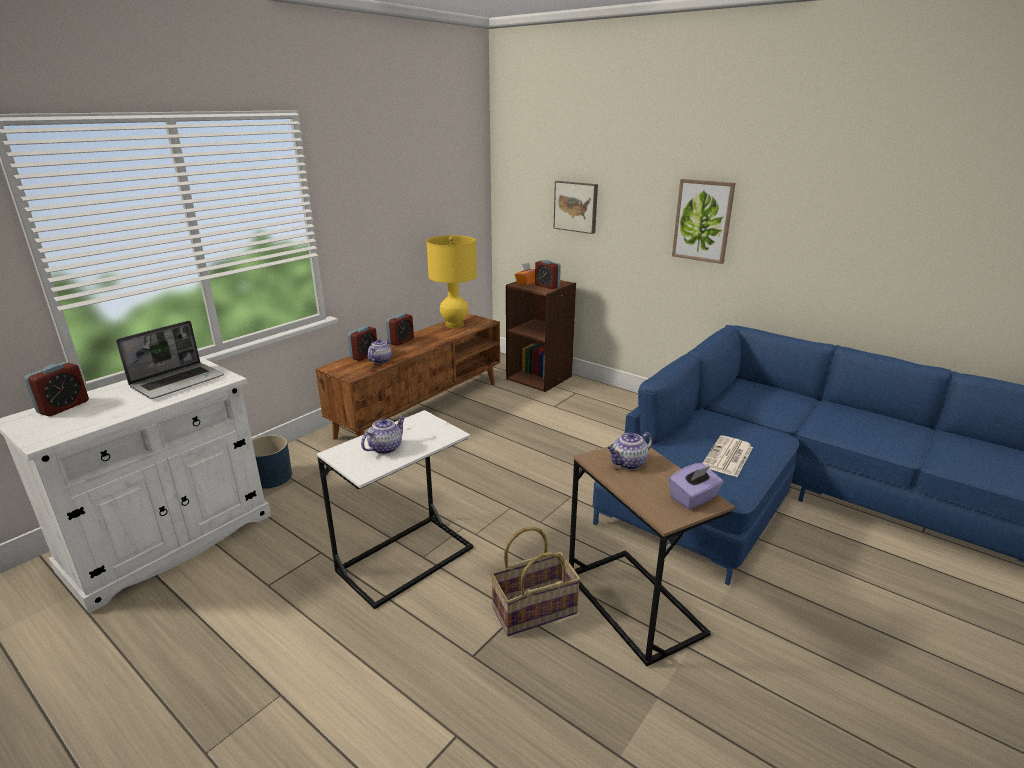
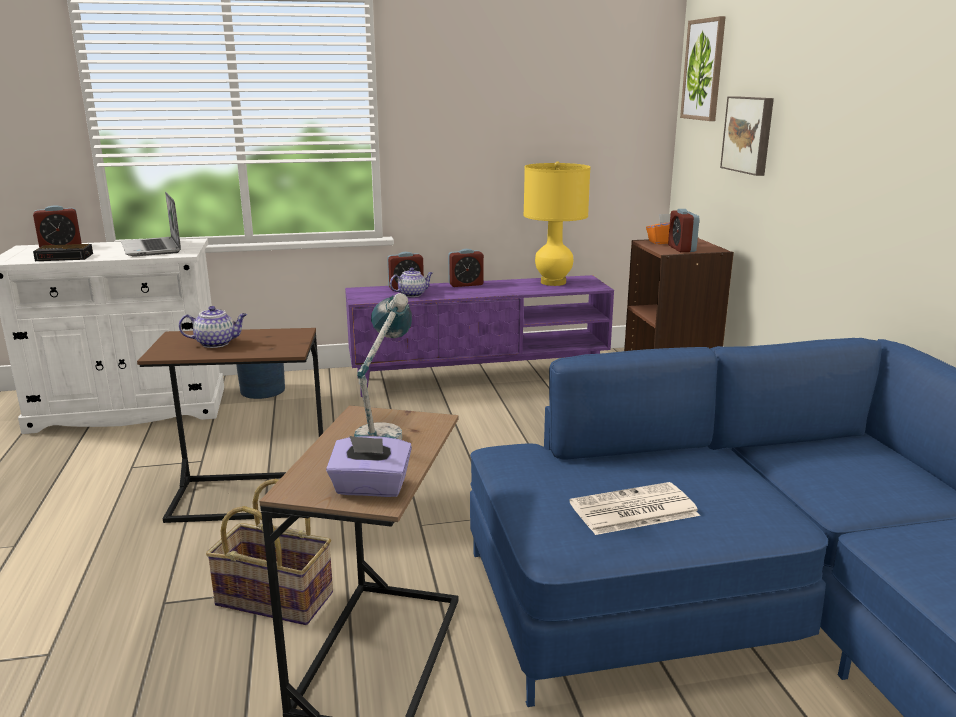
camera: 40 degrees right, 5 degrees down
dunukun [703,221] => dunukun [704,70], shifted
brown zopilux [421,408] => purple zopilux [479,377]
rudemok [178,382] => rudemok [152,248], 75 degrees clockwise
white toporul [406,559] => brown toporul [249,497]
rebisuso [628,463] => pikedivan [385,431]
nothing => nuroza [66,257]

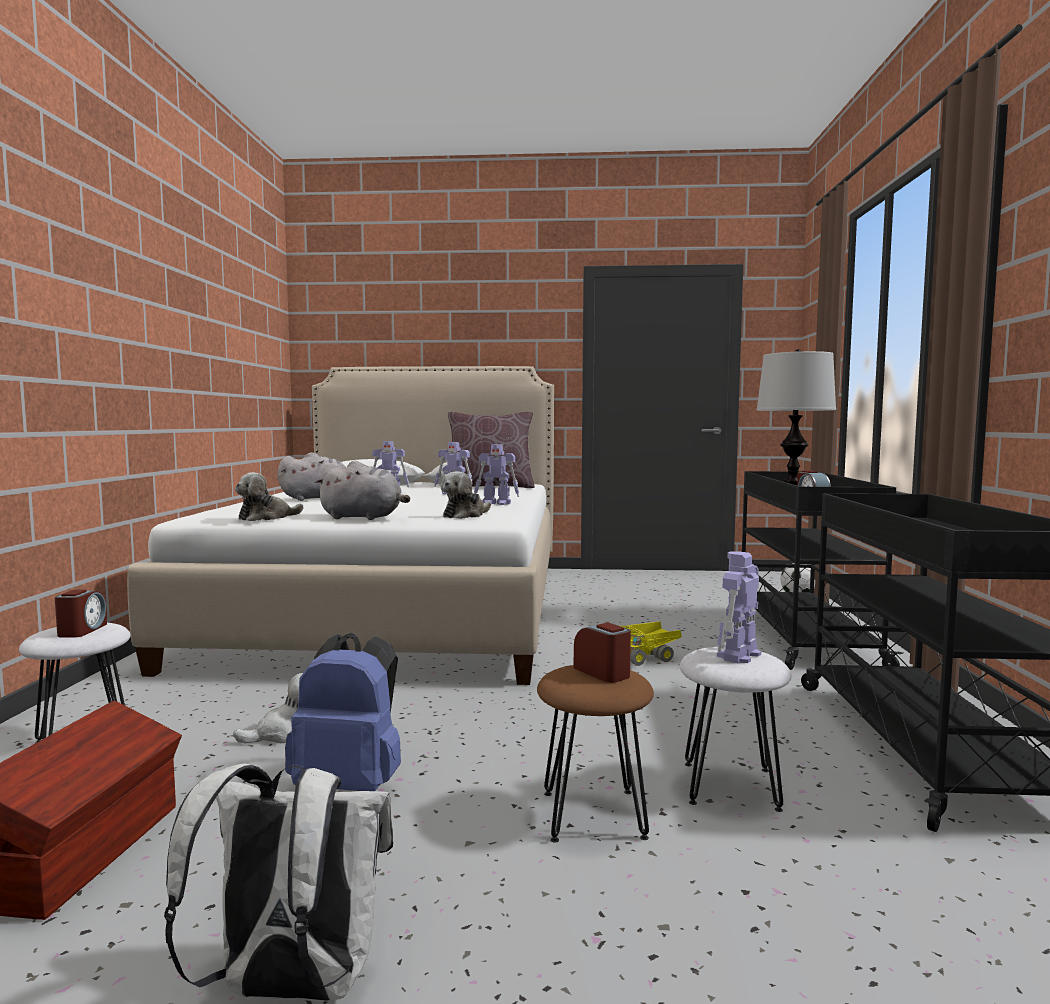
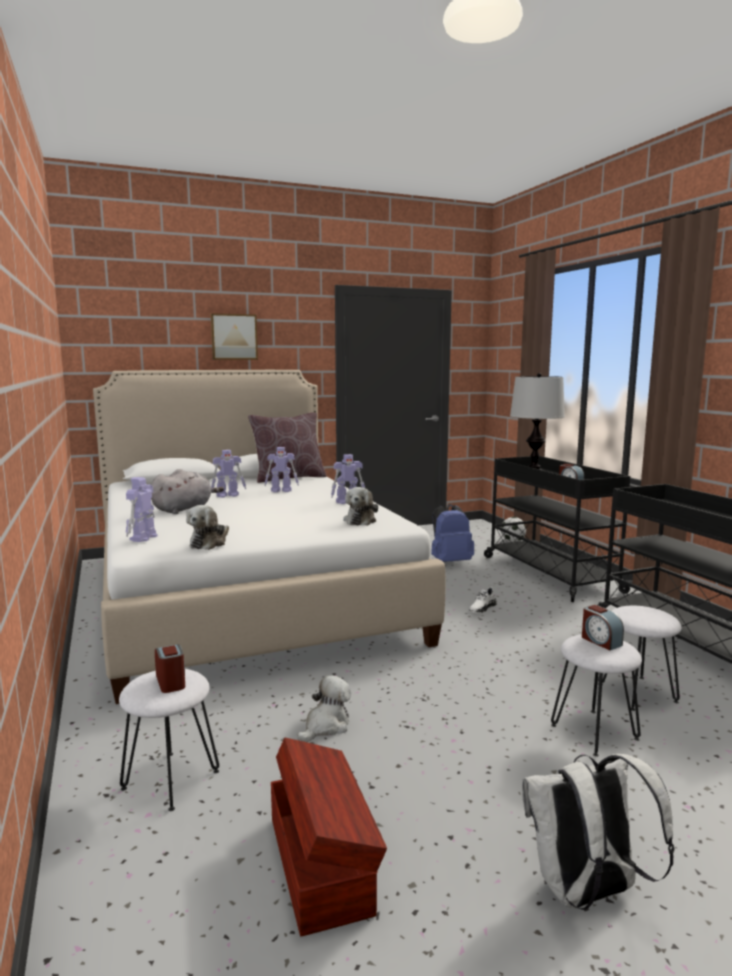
camera: 25 degrees left, 5 degrees up
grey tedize [364,518] => nothing
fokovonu [738,655] => fokovonu [143,538], shifted
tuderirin [646,658] => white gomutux [482,608]
nuroza [603,672] => nuroza [600,641], 150 degrees counterclockwise
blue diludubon [351,784] => blue diludubon [450,562], shifted
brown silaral [592,814] => white silaral [593,732]
nothing => dunukun [234,337]

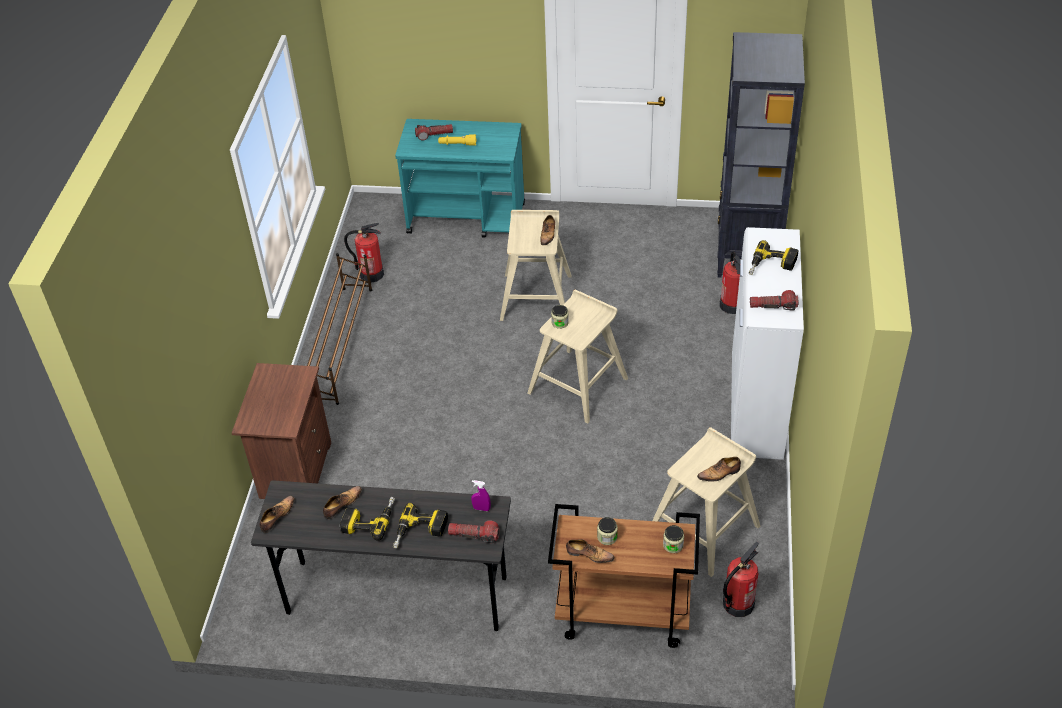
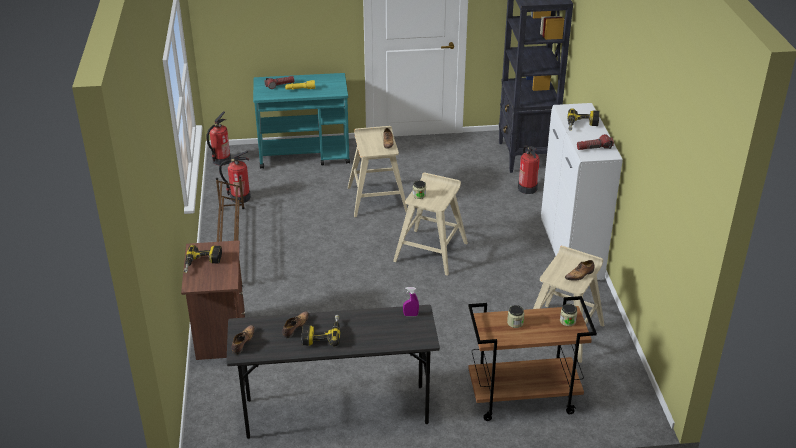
camera: 15 degrees left, 10 degrees down
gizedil [420,533] => gizedil [202,263], shifted
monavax [474,535] => nothing
gomutux [589,555] => nothing
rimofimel [737,604] => rimofimel [221,160], shifted

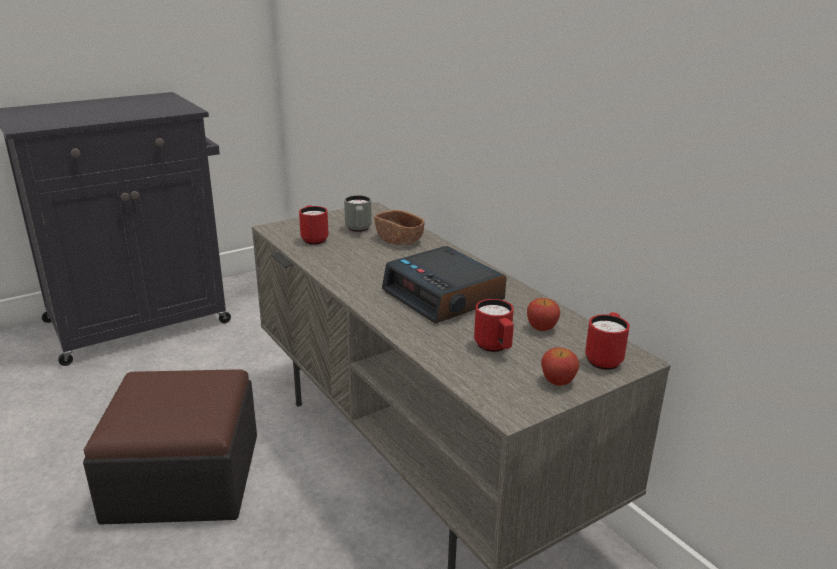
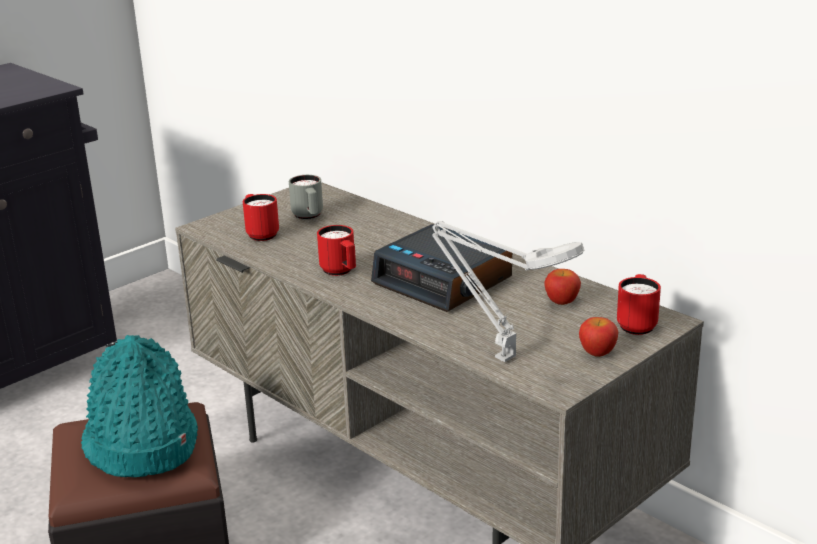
camera: 10 degrees left, 0 degrees up
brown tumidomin [399,240] => nothing
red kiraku [495,348] => red kiraku [340,272], shifted
nothing => grey pikedivan [500,356]
nothing => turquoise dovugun [140,444]

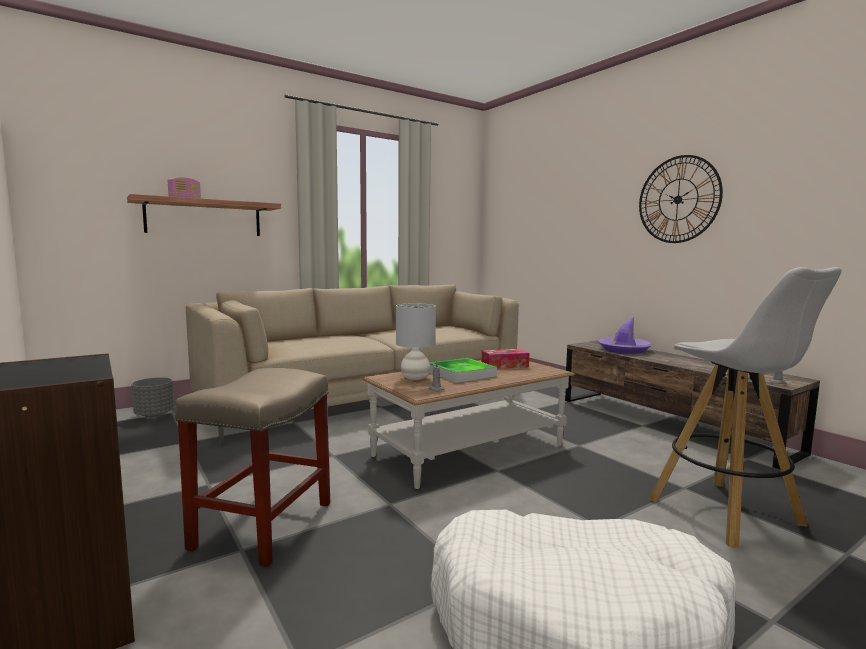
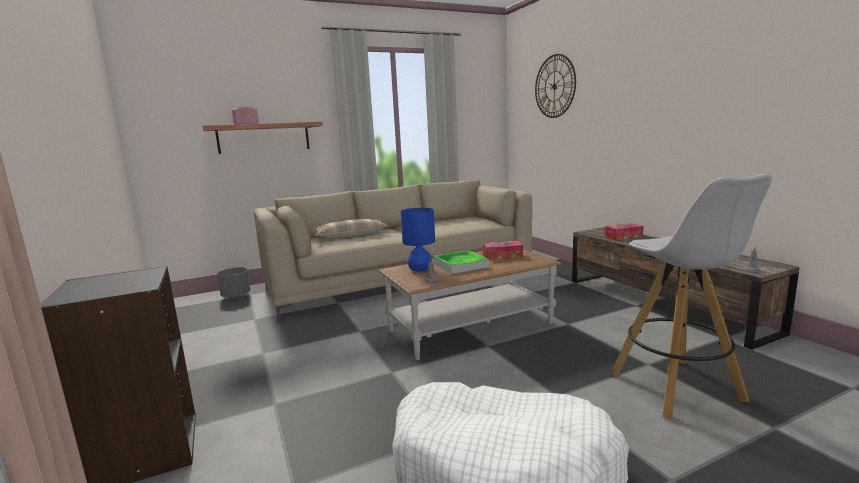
camera: 10 degrees right, 5 degrees up
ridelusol [678,199] => ridelusol [554,86], shifted
grey pikedivan [415,378] => blue pikedivan [420,269]
purple dovugun [623,349] => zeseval [623,236]
beige silaral [263,526] => nothing
nothing => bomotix [350,235]

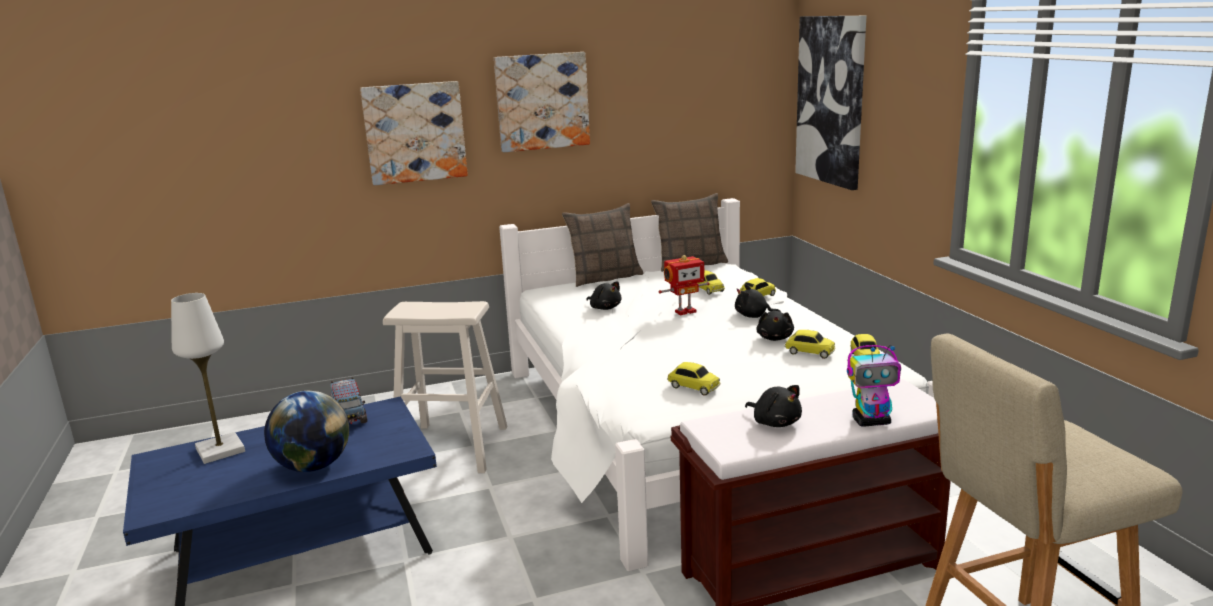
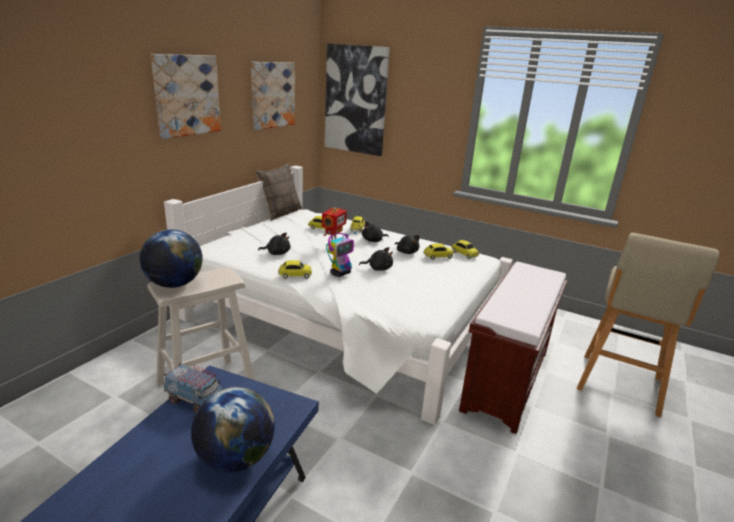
camera: 45 degrees left, 5 degrees up
dunukun [415,132] => dunukun [272,95], shifted
bomotix [605,277] => nothing
white pikedivan [220,450] => nothing
fokovonu [872,421] => fokovonu [340,273], shifted
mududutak [693,387] => mududutak [295,275], shifted
black tedize [775,422] => black tedize [378,268], shifted
nothing => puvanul [174,284]

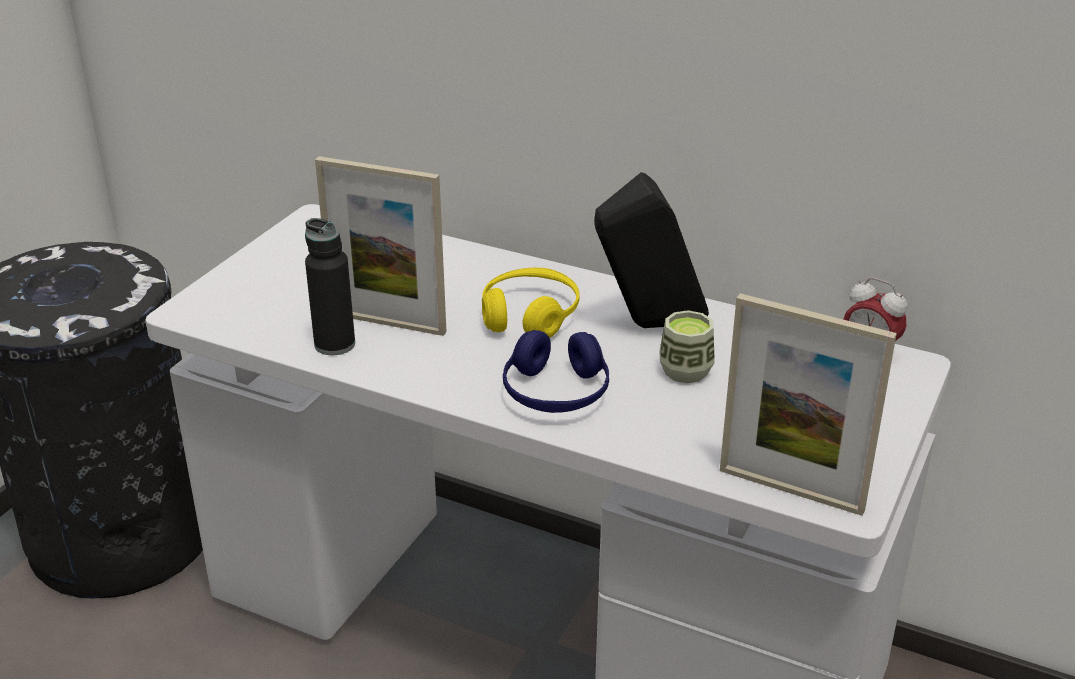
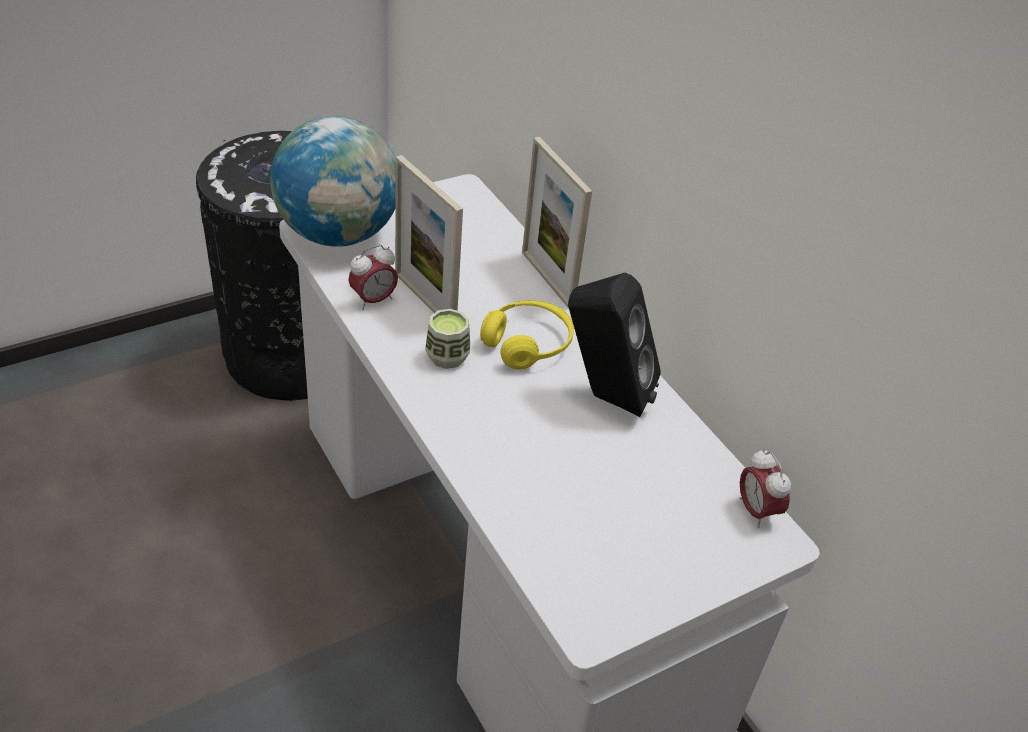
camera: 30 degrees right, 10 degrees up
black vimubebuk [334,344] => nuroza [373,300]
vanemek [790,490] => vanemek [547,279], shifted
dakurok [685,371] => dakurok [447,356], shifted
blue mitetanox [556,393] => nothing
nothing => puvanul [338,234]

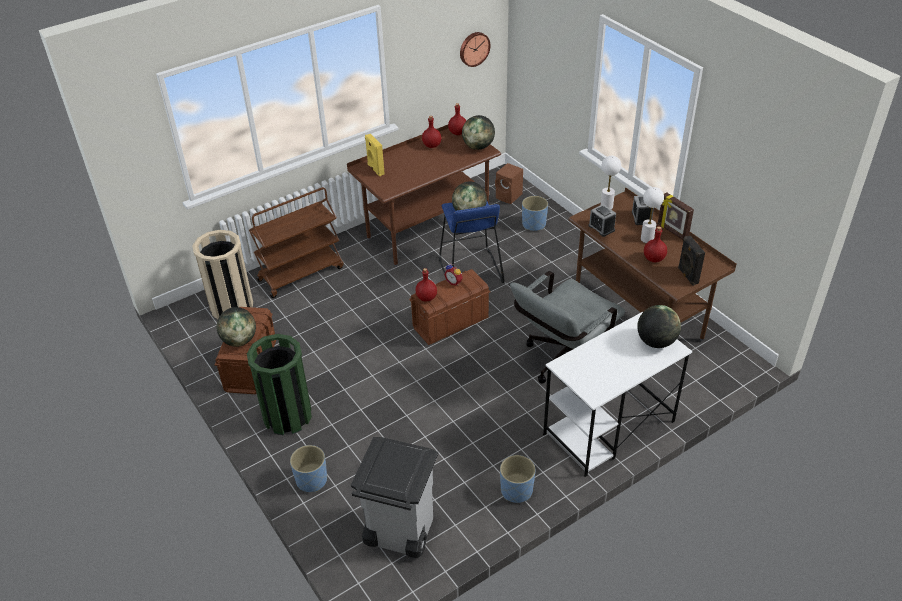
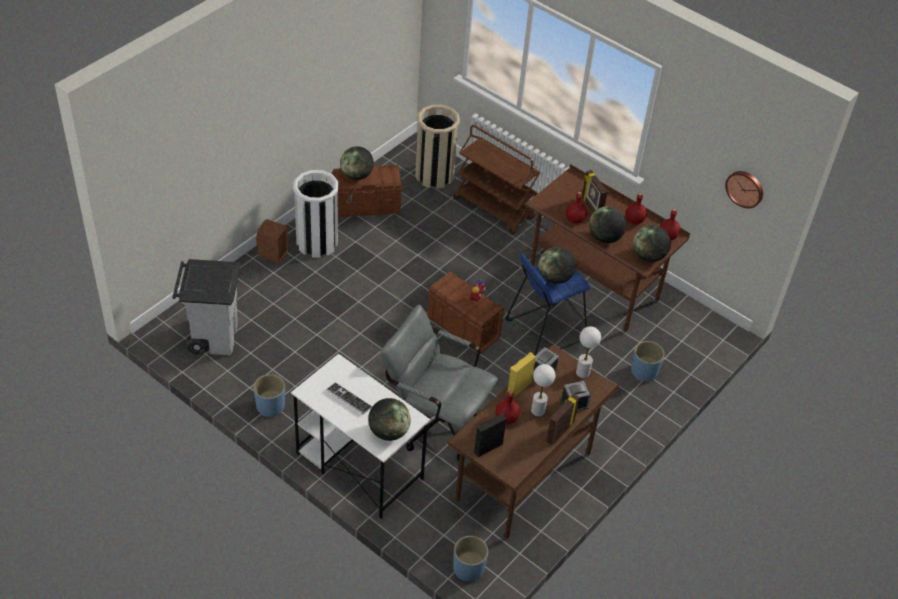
camera: 70 degrees right, 5 degrees up
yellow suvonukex [375,169] => yellow suvonukex [518,387], shifted
brown suvonukex [509,196] => brown suvonukex [272,254], shifted
red vimubebuk [426,297] => red vimubebuk [575,219], shifted
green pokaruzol [287,416] => white pokaruzol [317,242]
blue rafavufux [312,480] => blue rafavufux [468,569], shifted
nothing => vanemek [591,207]
nothing => puvanul [604,238]
nothing => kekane [349,399]

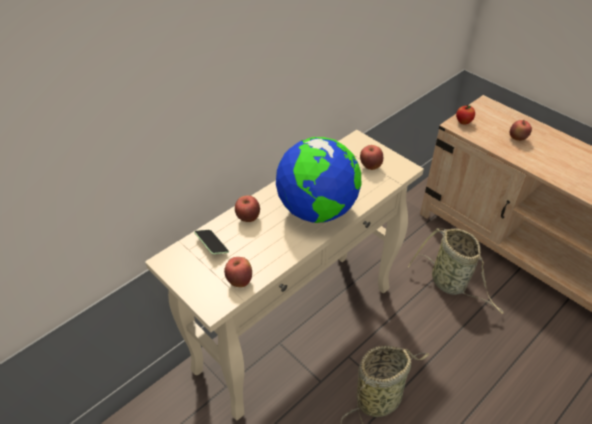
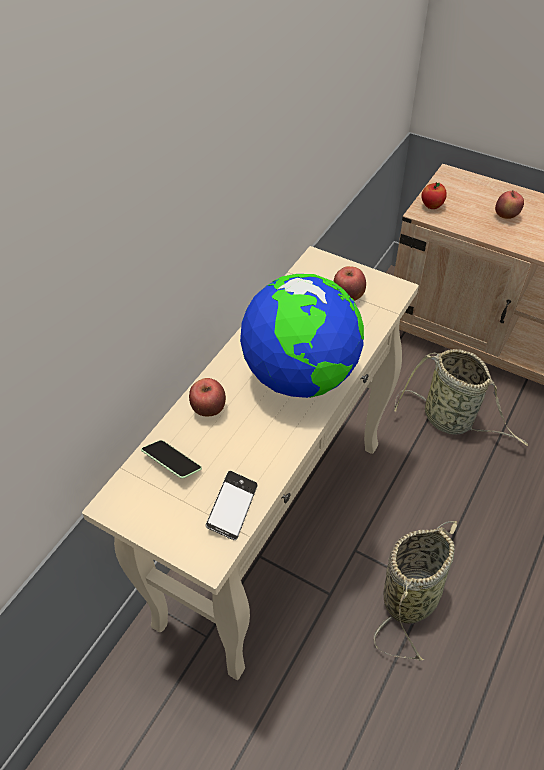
camera: 15 degrees left, 5 degrees up
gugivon [239,281] => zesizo [232,508]

